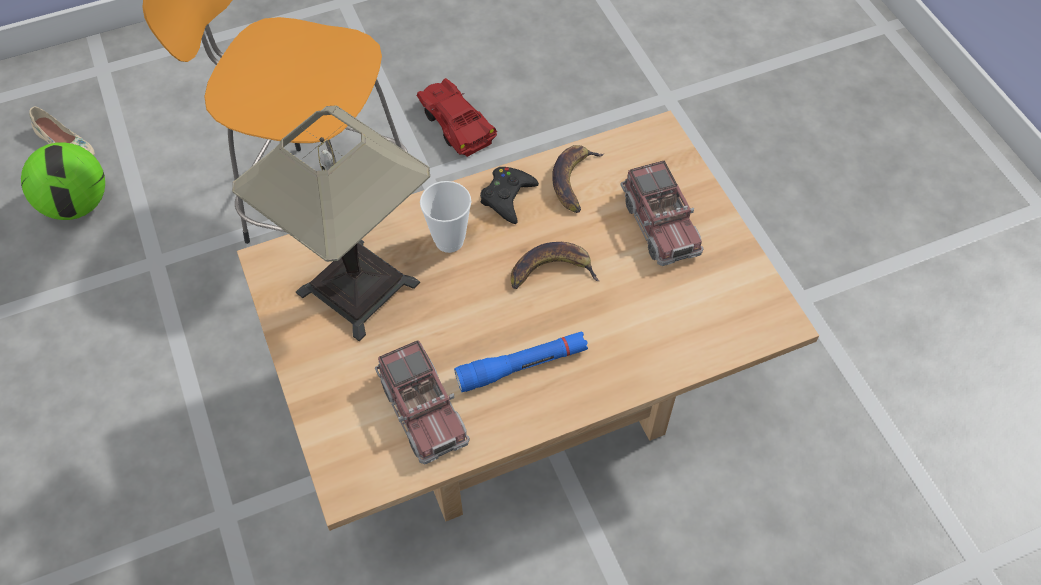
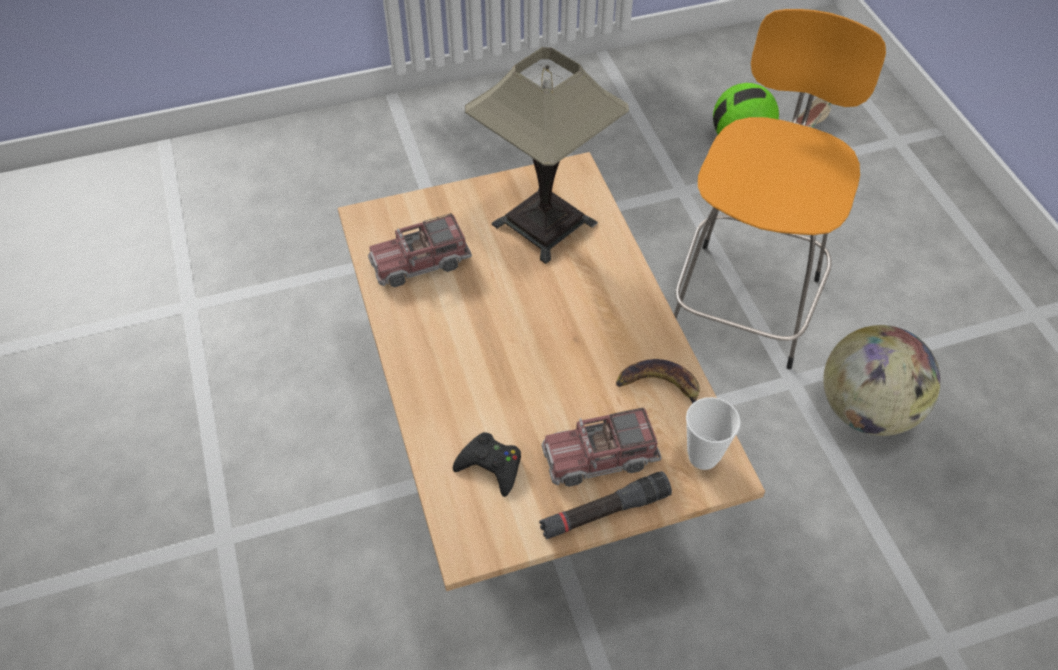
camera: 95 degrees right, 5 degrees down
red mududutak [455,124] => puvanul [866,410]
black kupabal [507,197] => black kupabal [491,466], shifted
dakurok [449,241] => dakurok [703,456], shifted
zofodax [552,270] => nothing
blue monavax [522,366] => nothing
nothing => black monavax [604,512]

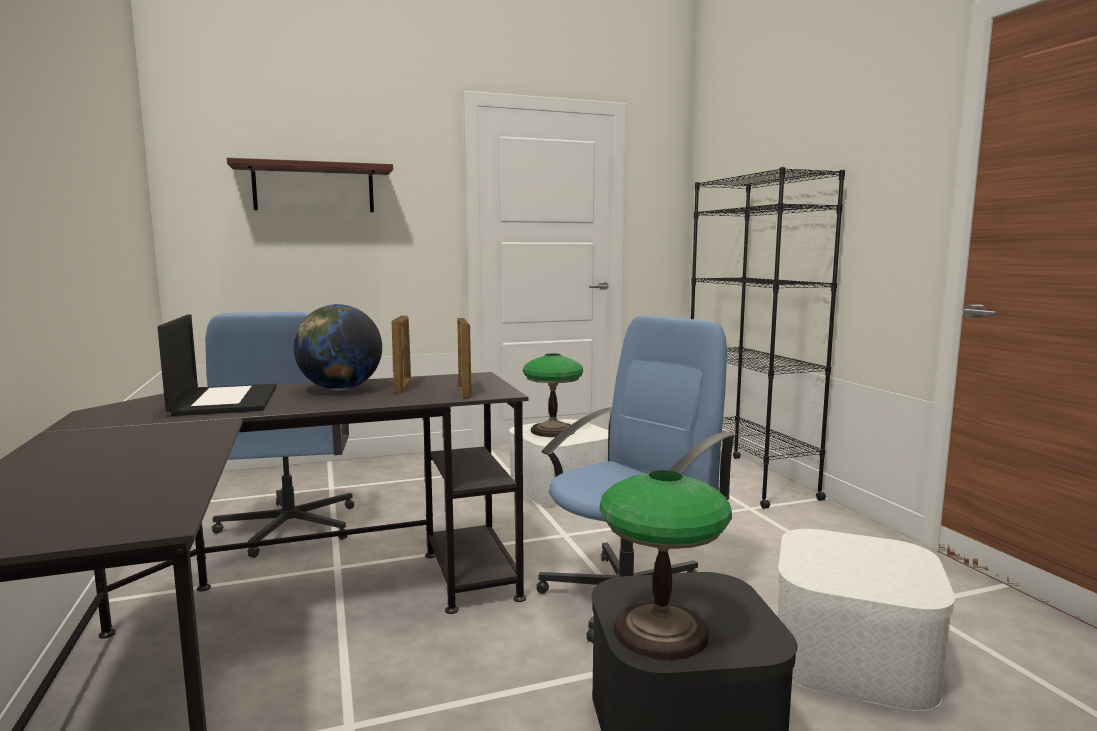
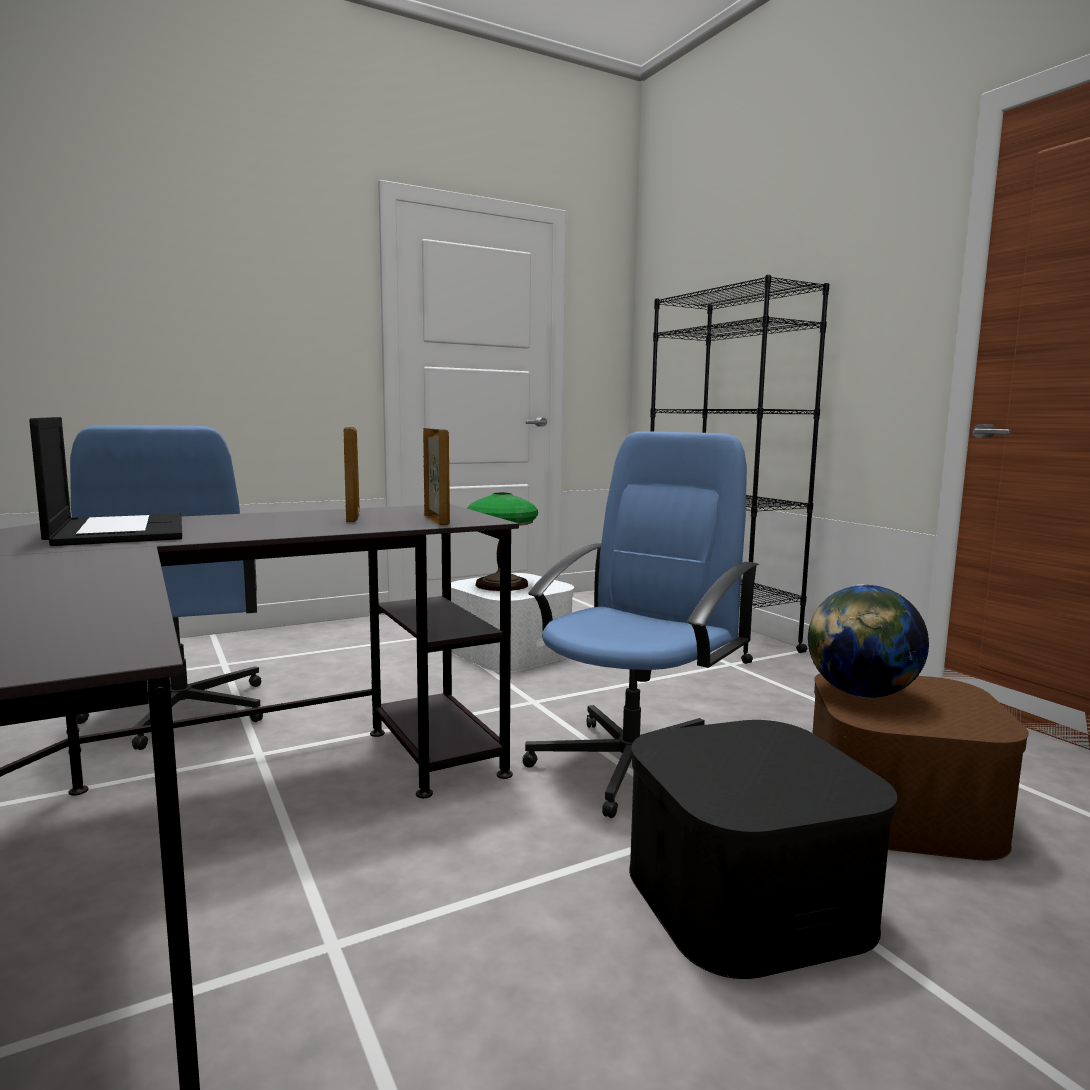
camera: 10 degrees left, 0 degrees up
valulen [314,189] => nothing
puvanul [340,389] => puvanul [861,694], shifted
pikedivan [660,632] => nothing
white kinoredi [853,656] => brown kinoredi [902,808]

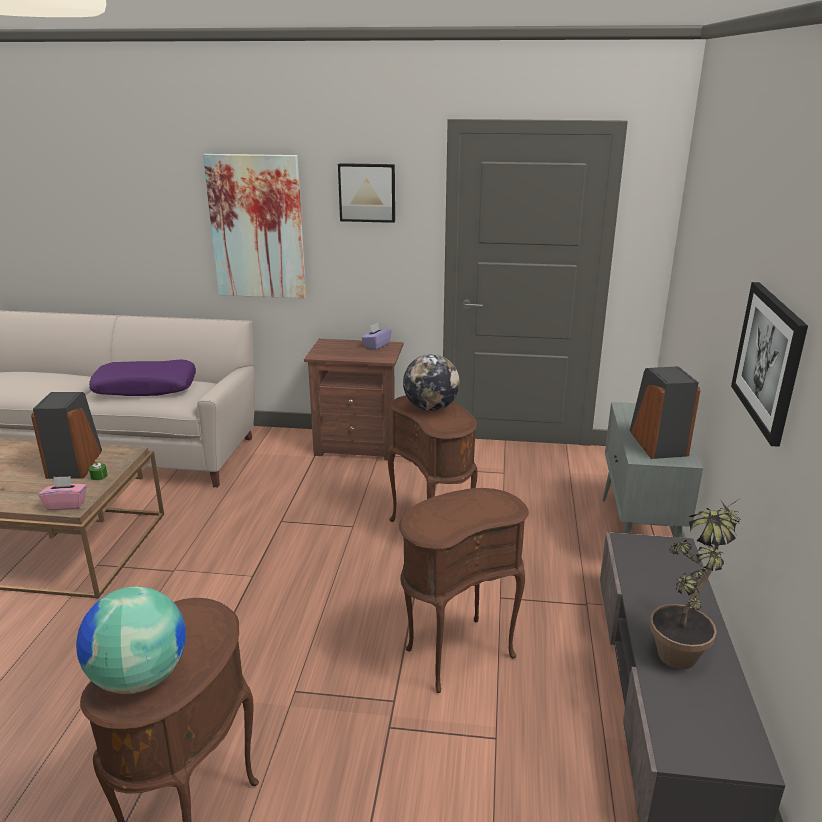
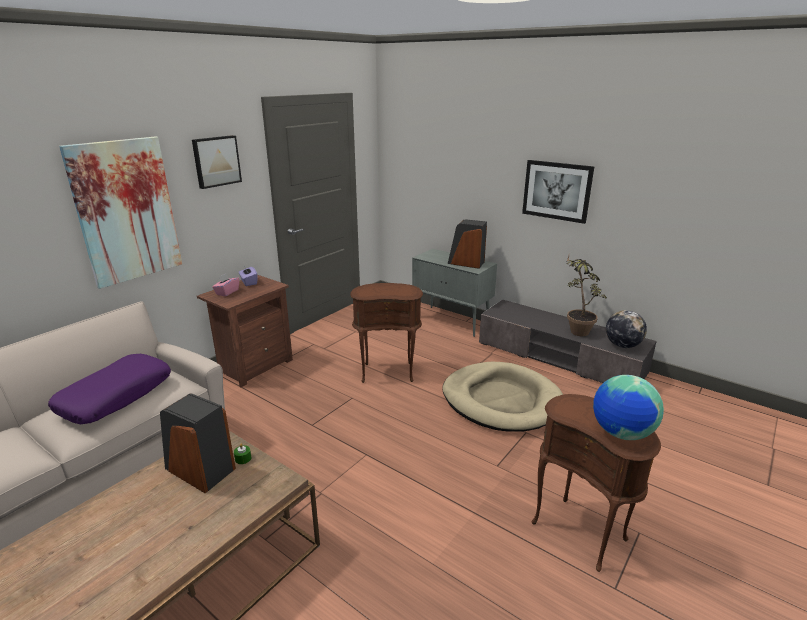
camera: 60 degrees left, 0 degrees up
puvanul [430,408] => puvanul [622,345], shifted
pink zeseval [66,505] => pink zeseval [227,292], shifted
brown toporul [457,652] => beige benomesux [501,400]

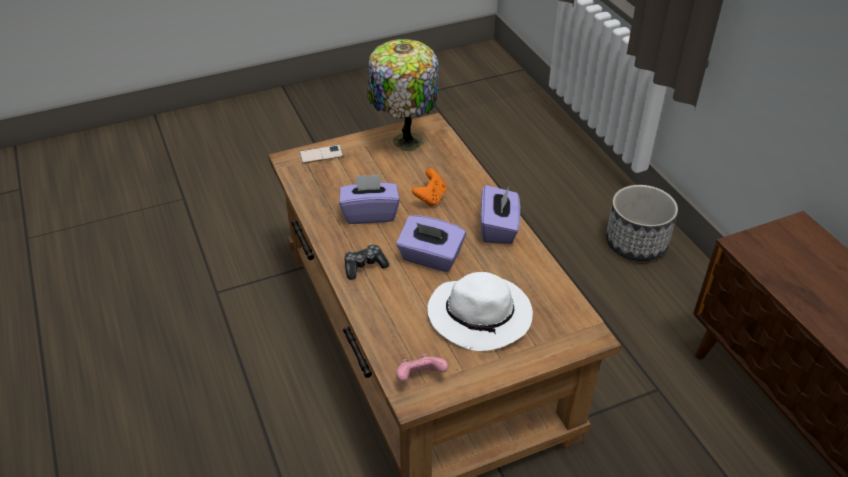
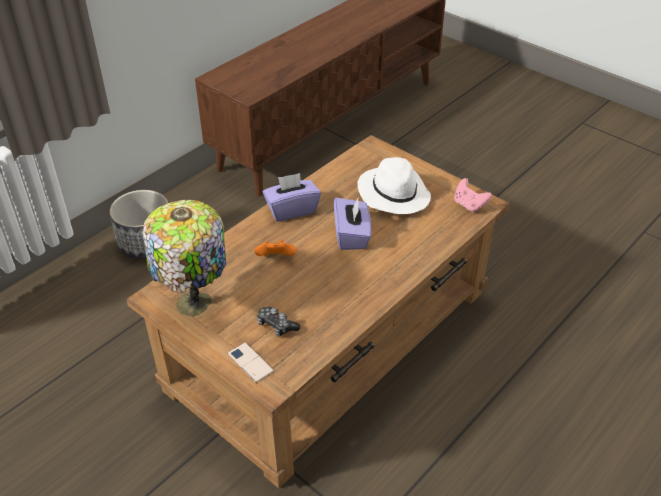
camera: 115 degrees left, 0 degrees up
purple zeseval [370,214] => nothing
kupabal [364,266] => kupabal [276,325], shifted

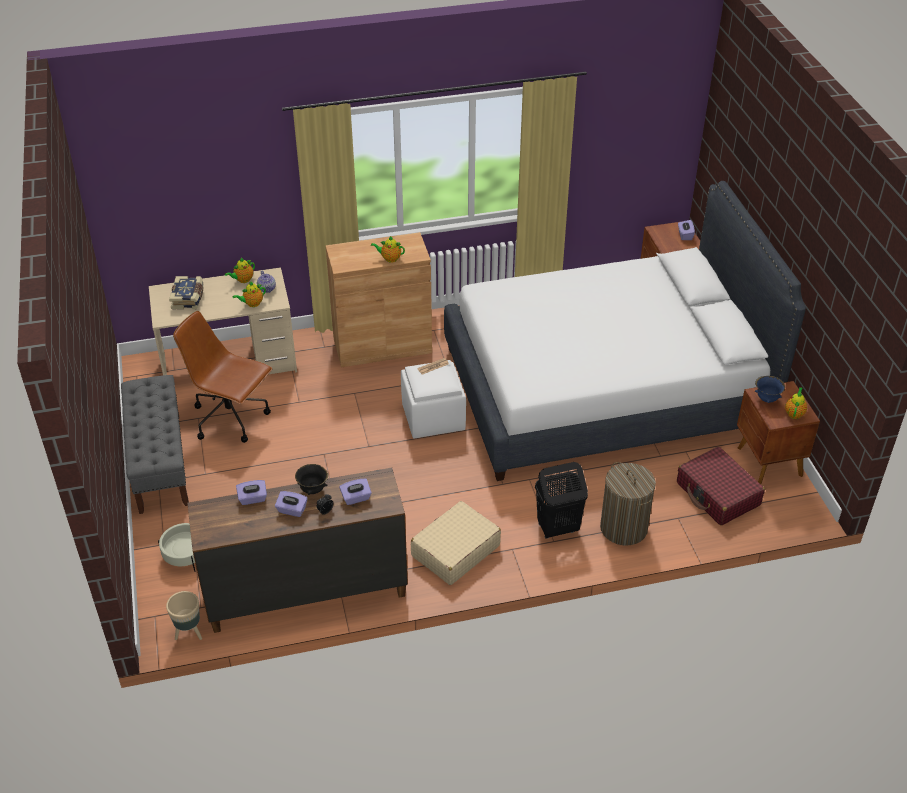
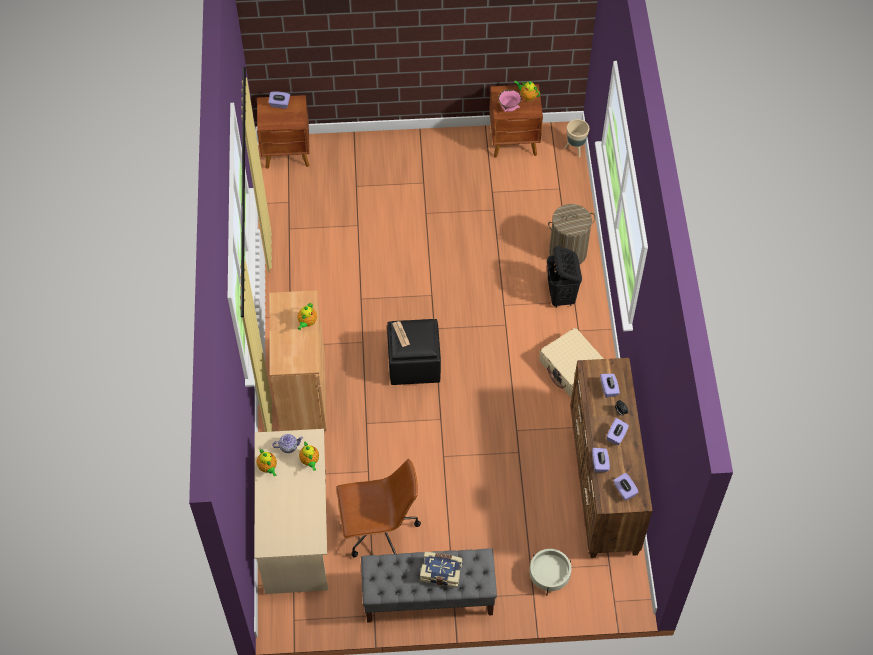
camera: 80 degrees left, 15 degrees up
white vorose [604,389] => nothing
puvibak [188,298] => puvibak [441,571], shifted
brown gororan [231,418] => brown gororan [379,531], 135 degrees counterclockwise
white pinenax [434,418] => black pinenax [414,363]
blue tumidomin [767,399] => pink tumidomin [509,108]
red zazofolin [718,494] => nothing
black tumidomin [313,490] => nothing
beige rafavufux [189,633] => beige rafavufux [575,149], shifted
nothing => purple zeseval [624,490]

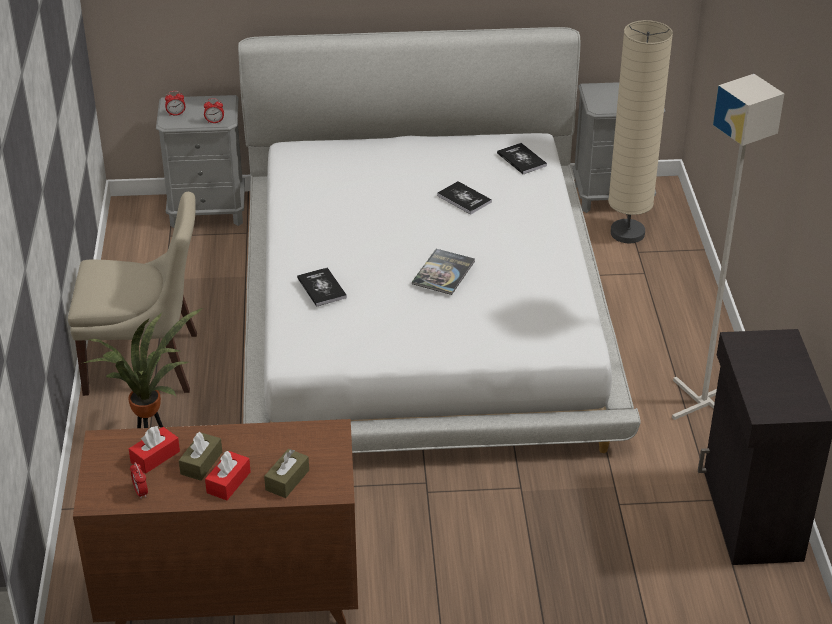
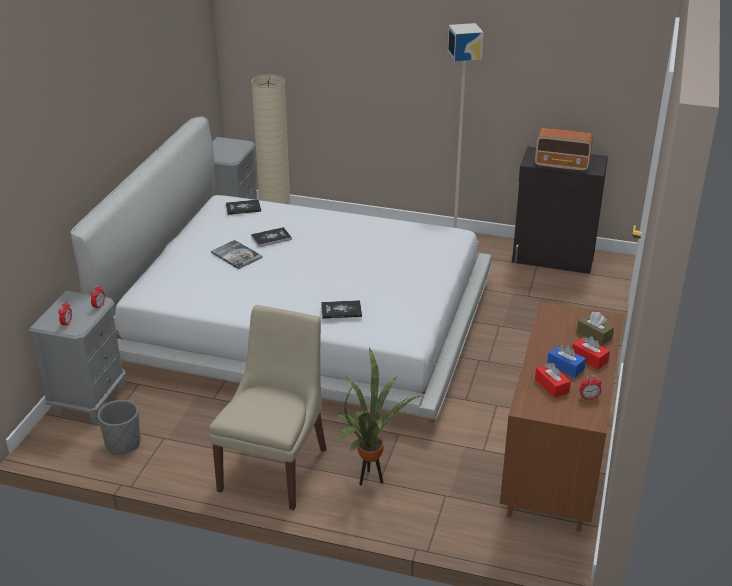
camera: 70 degrees left, 5 degrees down
puvibak [443,272] => puvibak [236,255], shifted
brown zeseval [201,463] => blue zeseval [565,367]
nothing => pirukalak [562,165]
nothing => grey rafavufux [123,443]

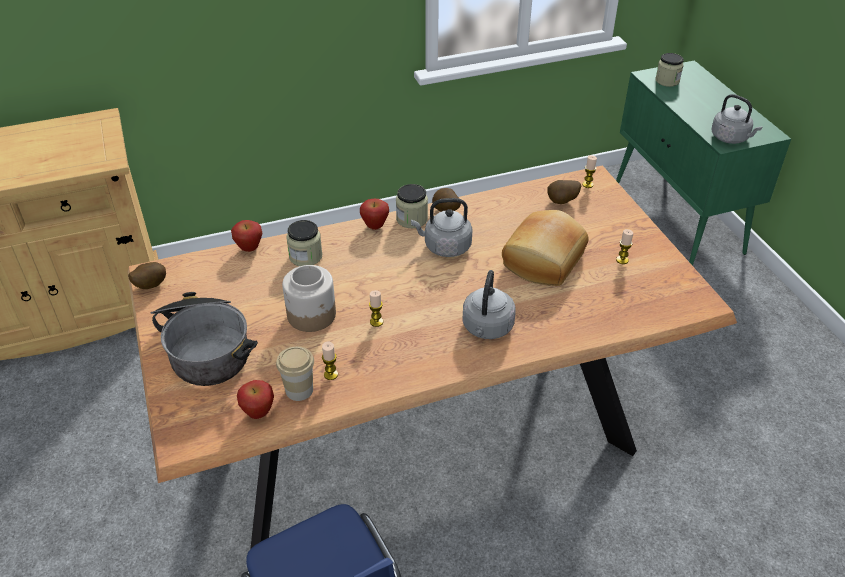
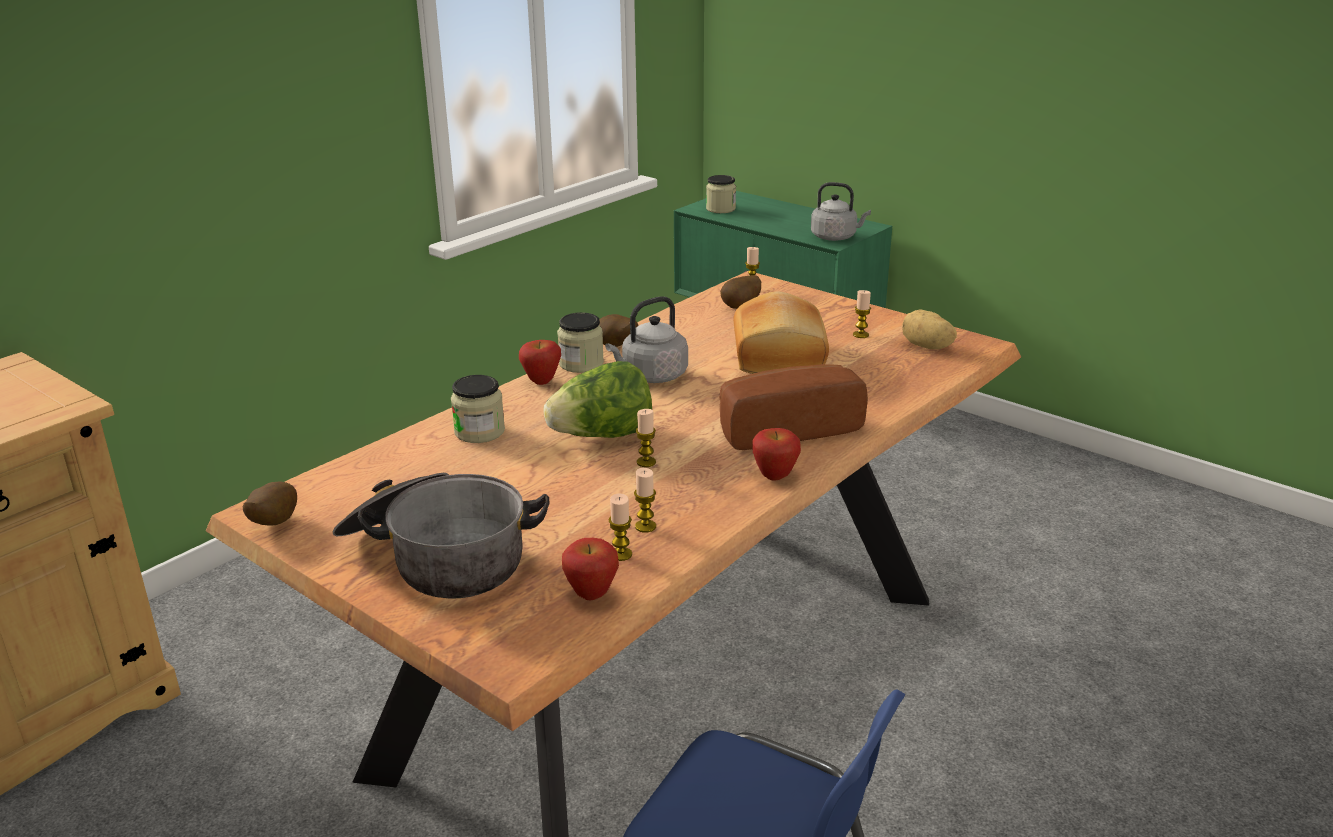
camera: 30 degrees left, 15 degrees down
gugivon [249,249] => gugivon [775,477], shifted
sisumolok [312,315] => nothing
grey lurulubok [487,328] => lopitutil [785,428]
dakurok [299,390] => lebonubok [621,554]
nothing => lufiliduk [926,347]
nothing => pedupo [602,436]

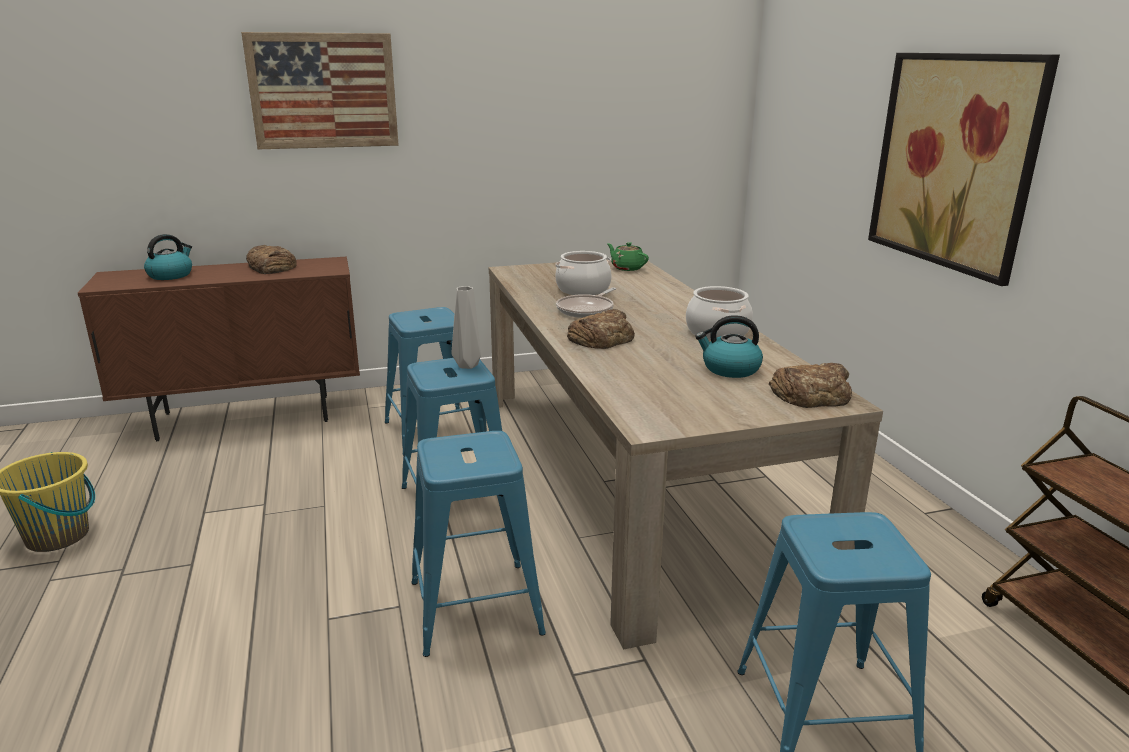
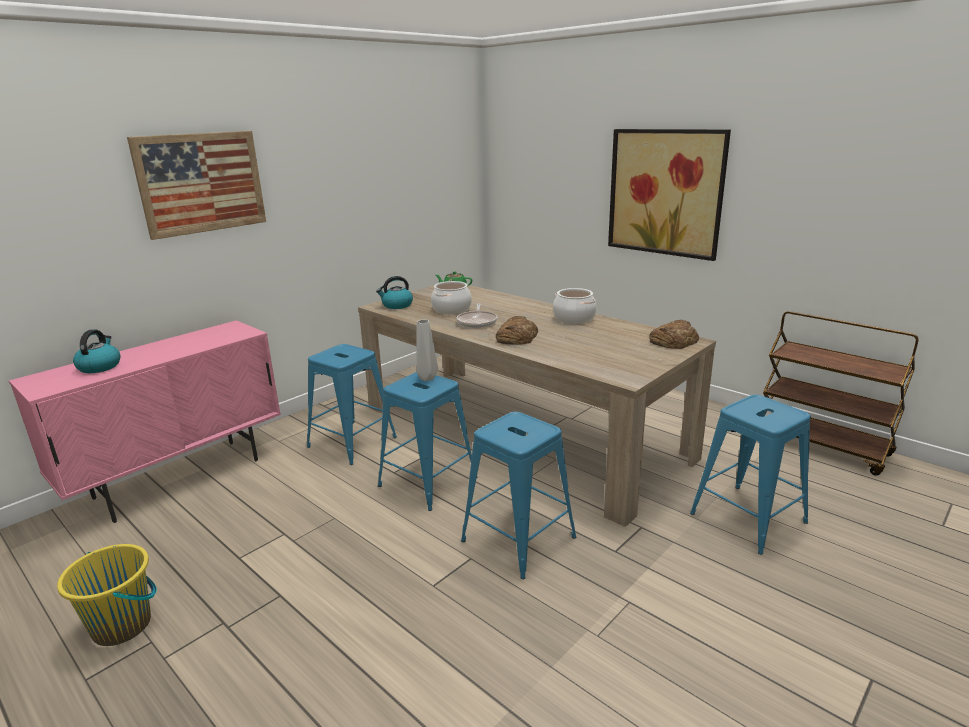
camera: 30 degrees left, 0 degrees up
lopitutil [271,267] => nothing
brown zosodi [247,417] => pink zosodi [179,478]
lurulubok [730,369] => lurulubok [397,305], shifted

